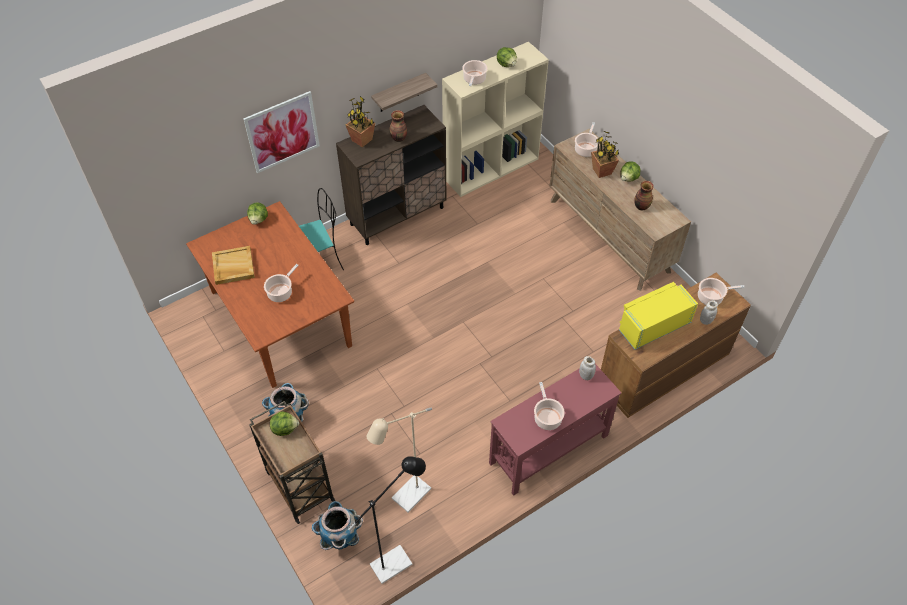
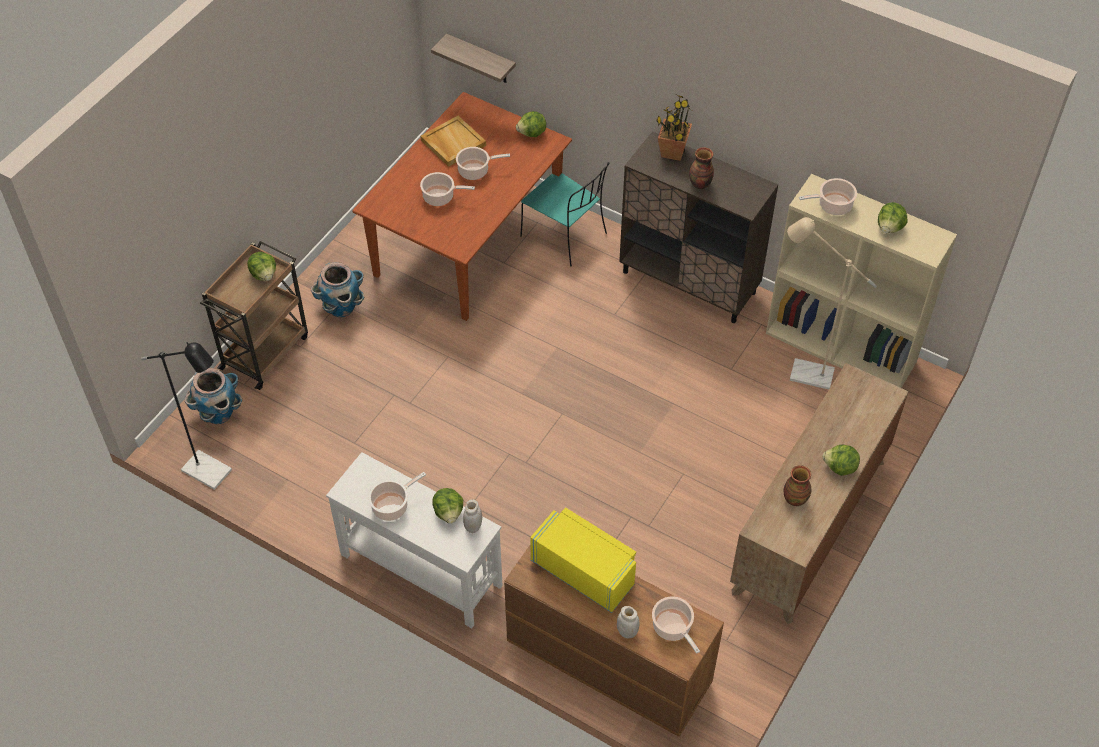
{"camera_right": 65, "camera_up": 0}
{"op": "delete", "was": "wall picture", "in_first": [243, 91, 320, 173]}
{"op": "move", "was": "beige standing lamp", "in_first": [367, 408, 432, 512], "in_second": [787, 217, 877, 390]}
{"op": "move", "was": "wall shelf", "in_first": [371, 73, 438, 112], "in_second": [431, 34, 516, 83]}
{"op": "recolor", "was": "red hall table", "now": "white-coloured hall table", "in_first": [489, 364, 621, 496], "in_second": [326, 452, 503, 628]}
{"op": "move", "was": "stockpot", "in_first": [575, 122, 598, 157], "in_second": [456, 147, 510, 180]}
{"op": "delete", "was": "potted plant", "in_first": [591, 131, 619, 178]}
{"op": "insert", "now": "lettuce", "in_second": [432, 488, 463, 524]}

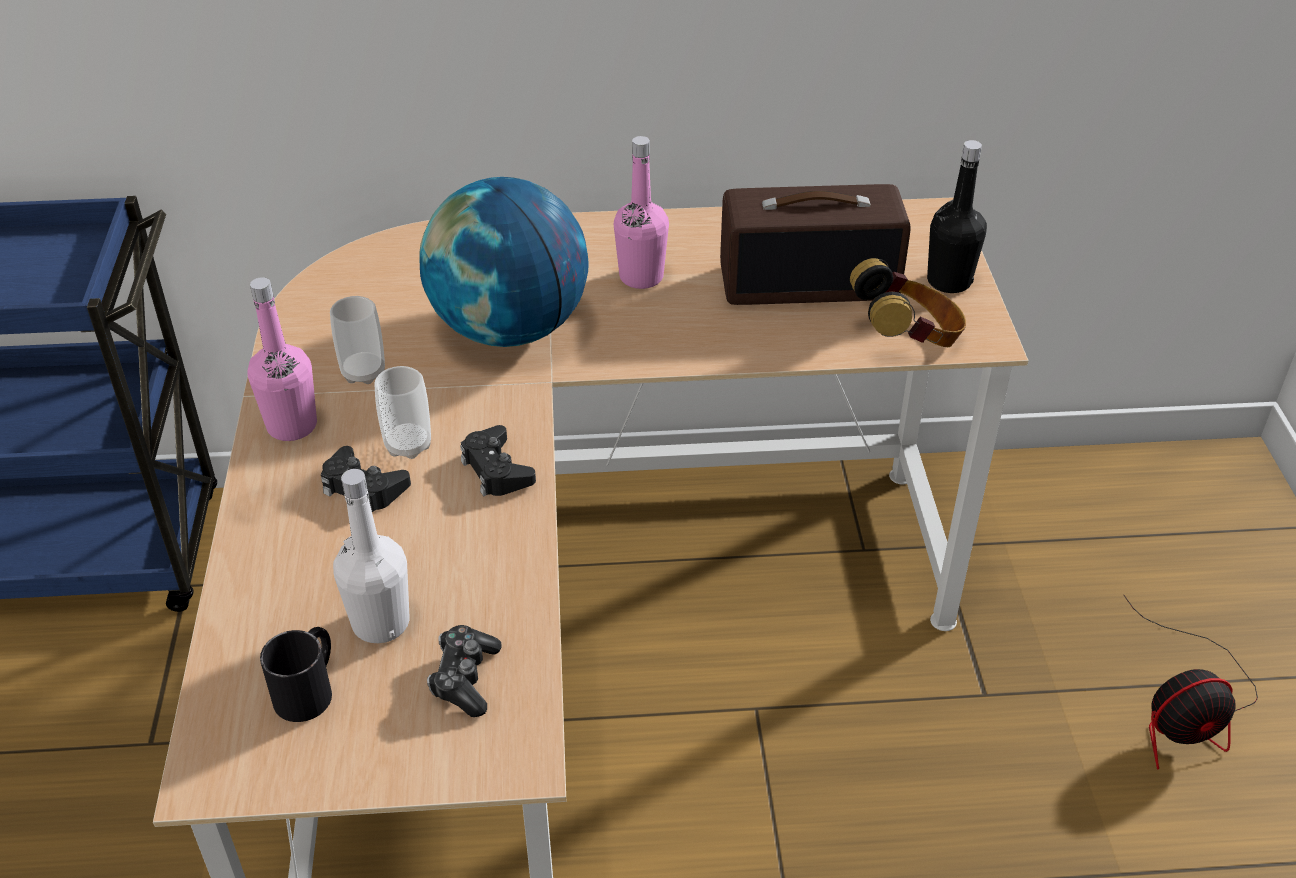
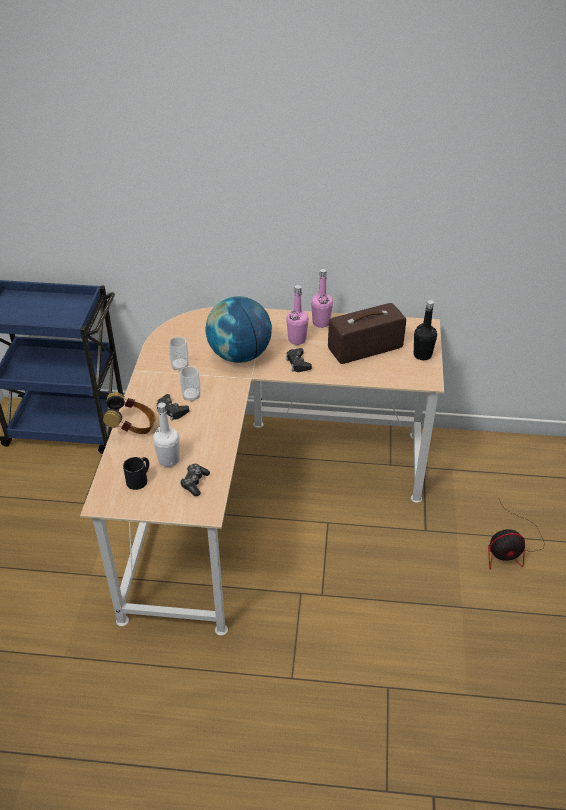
{"camera_right": 10, "camera_up": 0}
{"op": "move", "was": "pink beverage bottle", "in_first": [247, 277, 317, 441], "in_second": [311, 269, 333, 328]}
{"op": "move", "was": "blackish game controller", "in_first": [460, 425, 536, 496], "in_second": [286, 348, 312, 372]}
{"op": "rotate", "was": "radio receiver", "in_first": [720, 184, 911, 305], "in_second": [328, 303, 406, 364], "clockwise": 150}
{"op": "move", "was": "headphones", "in_first": [850, 258, 966, 347], "in_second": [103, 392, 155, 434]}

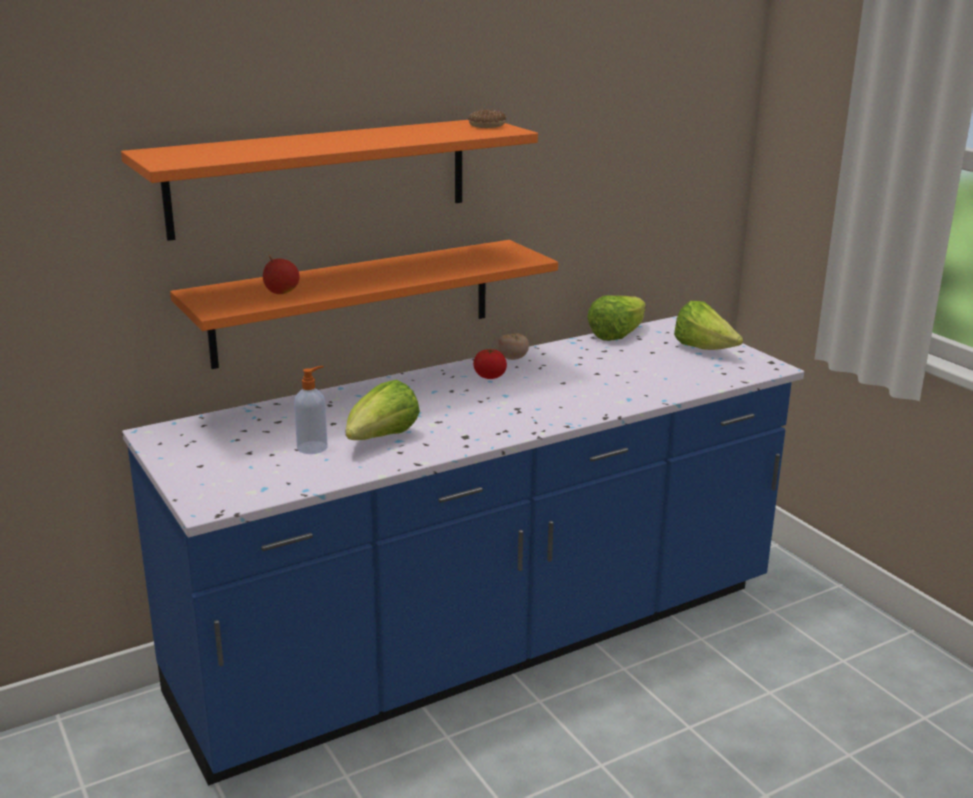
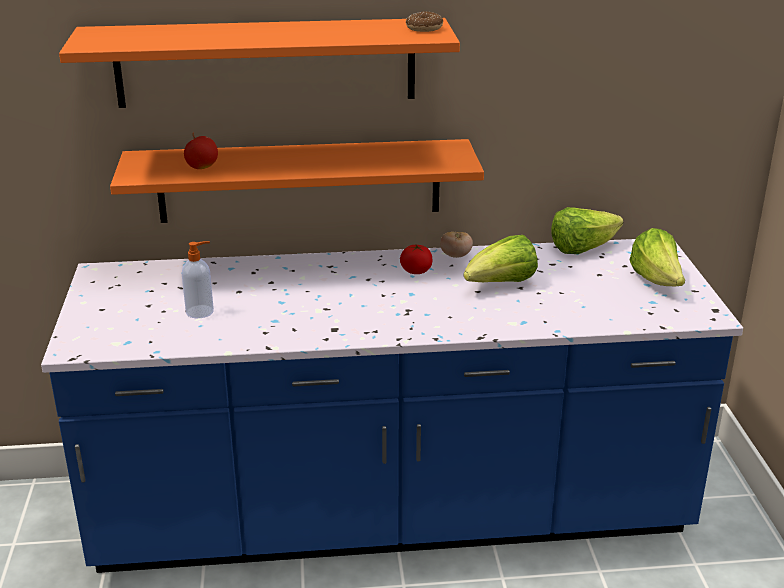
{"camera_right": 25, "camera_up": 5}
{"op": "move", "was": "lettuce", "in_first": [346, 379, 420, 440], "in_second": [464, 235, 538, 282]}

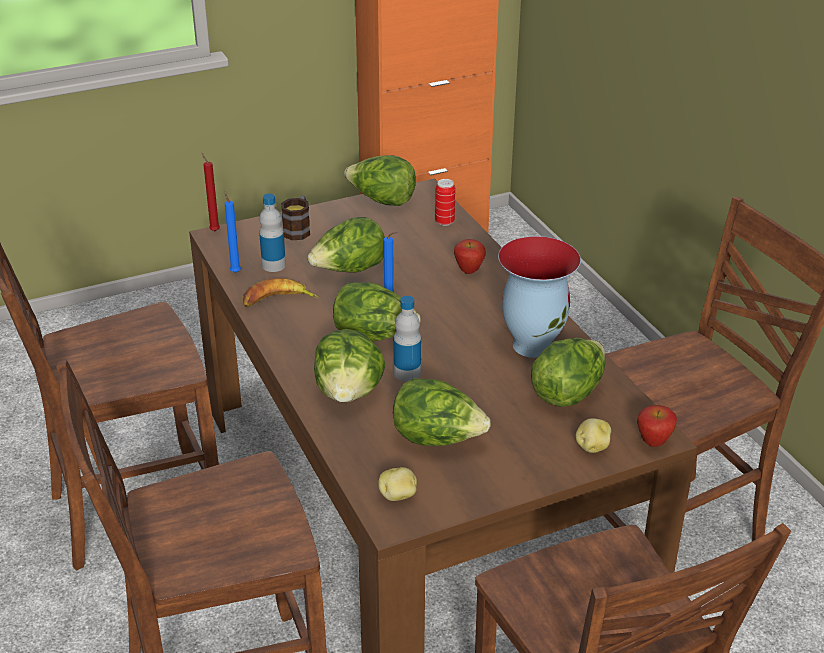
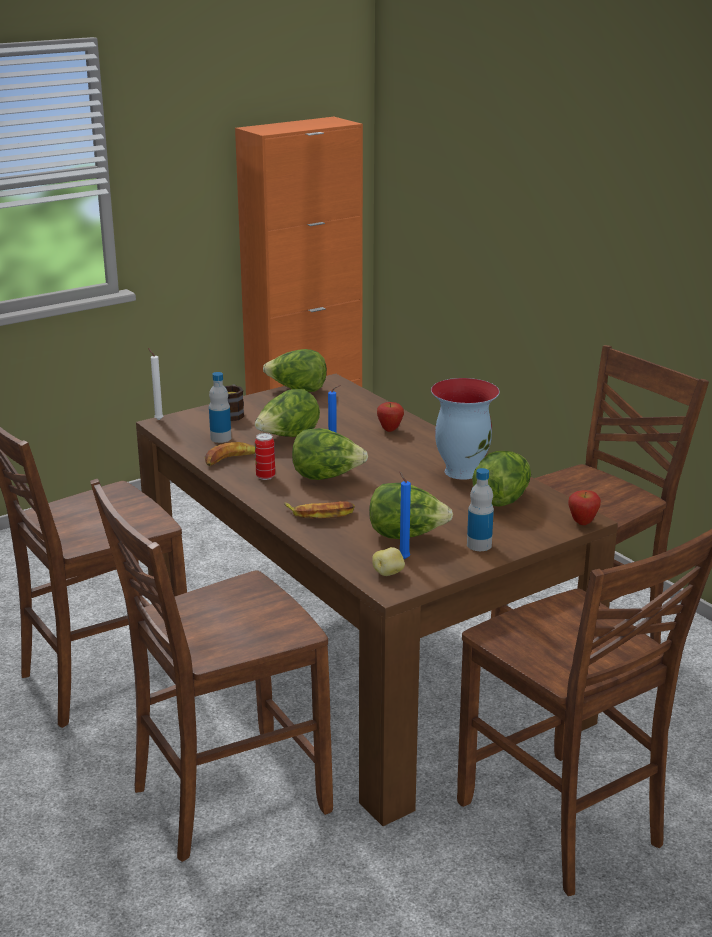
{"camera_right": -10, "camera_up": -10}
{"op": "recolor", "was": "red wax light", "now": "white-coloured wax light", "in_first": [202, 153, 220, 231], "in_second": [148, 348, 163, 420]}
{"op": "move", "was": "blue-coloured wax light", "in_first": [224, 191, 241, 273], "in_second": [399, 471, 411, 559]}
{"op": "replace", "was": "lettuce", "now": "banana", "in_first": [314, 329, 386, 403], "in_second": [284, 501, 355, 519]}
{"op": "move", "was": "beverage bottle", "in_first": [394, 296, 421, 382], "in_second": [467, 468, 494, 551]}
{"op": "move", "was": "can", "in_first": [435, 179, 455, 226], "in_second": [255, 433, 275, 480]}
{"op": "delete", "was": "whole potato", "in_first": [575, 418, 611, 453]}

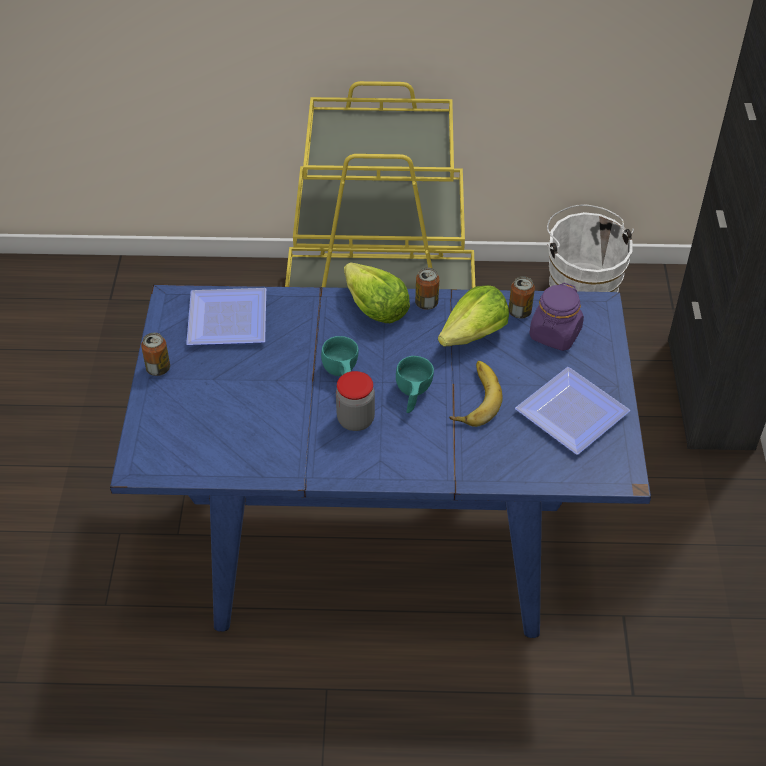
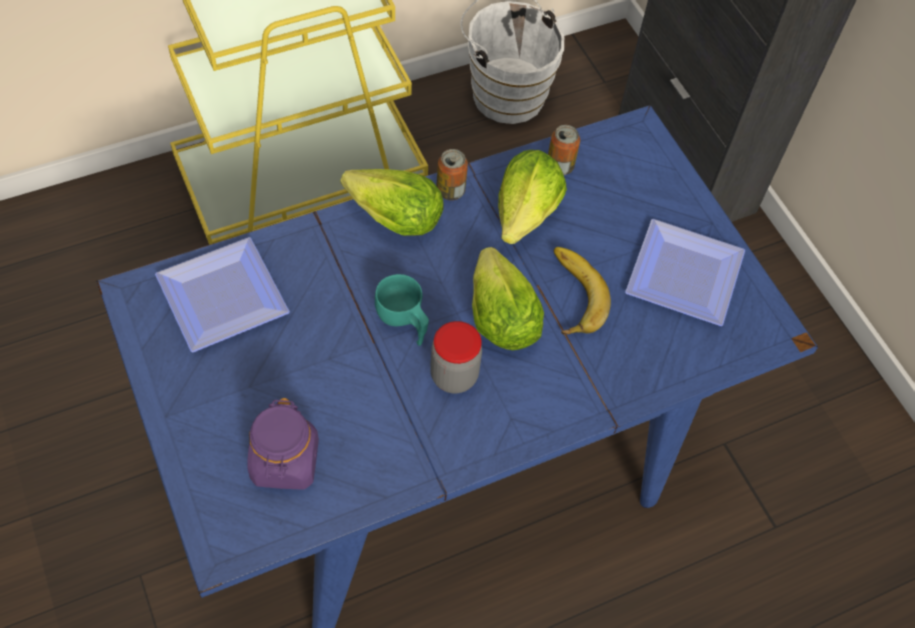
{"camera_right": -30, "camera_up": 10}
{"op": "delete", "was": "can", "in_first": [141, 333, 170, 376]}
{"op": "replace", "was": "turquoise-coloured cup", "now": "lettuce", "in_first": [396, 356, 434, 413], "in_second": [472, 247, 544, 350]}
{"op": "move", "was": "purple jar", "in_first": [529, 283, 584, 351], "in_second": [247, 398, 319, 490]}

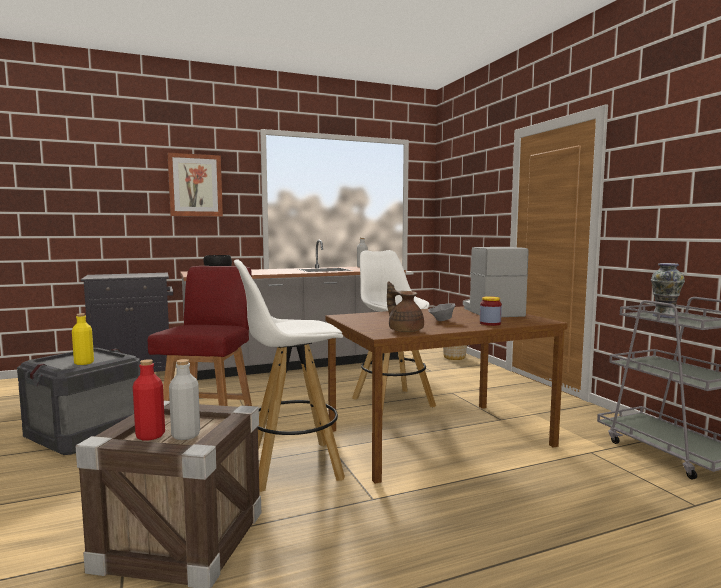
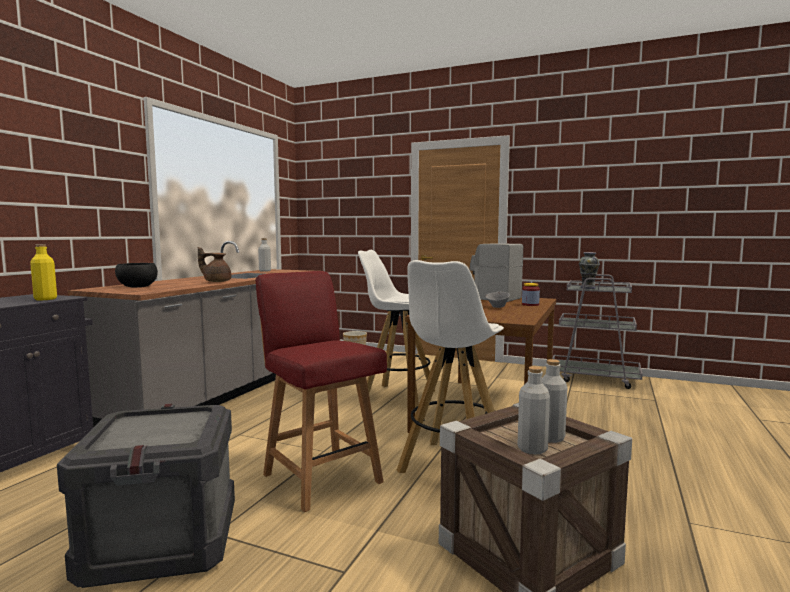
{"camera_right": -45, "camera_up": 0}
{"op": "move", "was": "yellowish beverage bottle", "in_first": [72, 313, 94, 365], "in_second": [30, 244, 57, 300]}
{"op": "recolor", "was": "red beverage bottle", "now": "grey beverage bottle", "in_first": [133, 359, 165, 441], "in_second": [518, 366, 550, 455]}
{"op": "delete", "was": "wall picture", "in_first": [168, 153, 223, 217]}
{"op": "move", "was": "brownish tea pot", "in_first": [387, 281, 424, 332], "in_second": [198, 247, 232, 282]}

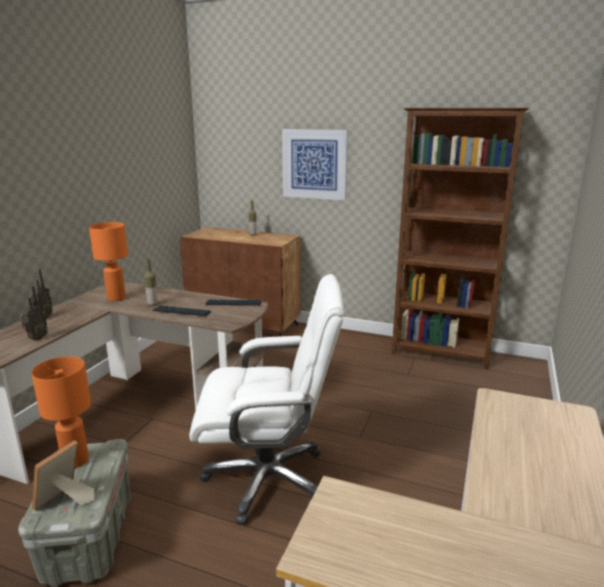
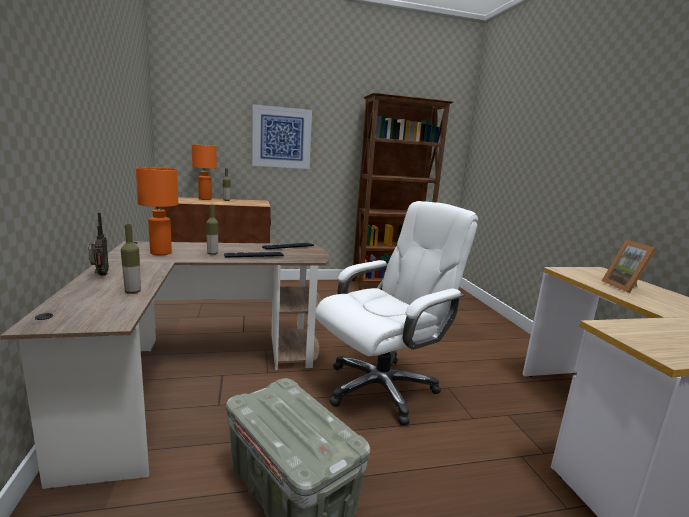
{"camera_right": -35, "camera_up": -5}
{"op": "replace", "was": "radio receiver", "now": "beverage bottle", "in_first": [20, 286, 48, 340], "in_second": [121, 224, 141, 294]}
{"op": "move", "was": "orange-coloured tabletop lamp", "in_first": [31, 356, 91, 468], "in_second": [192, 144, 217, 200]}
{"op": "move", "was": "picture frame", "in_first": [32, 440, 94, 511], "in_second": [602, 240, 657, 293]}

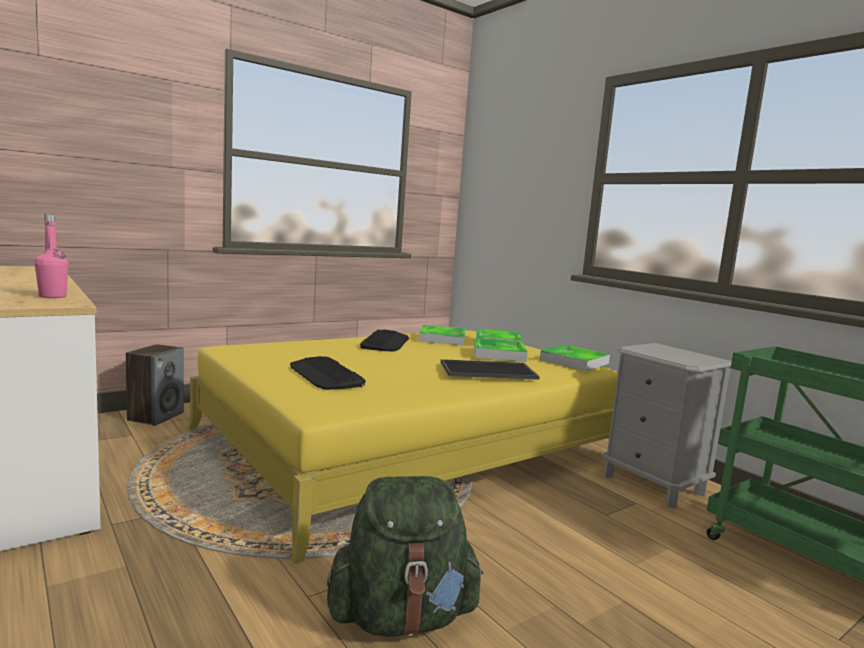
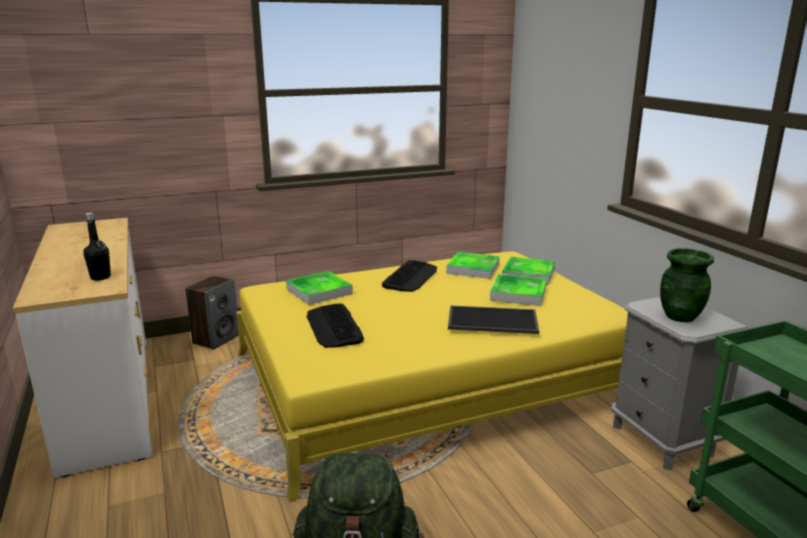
{"camera_right": 15, "camera_up": 10}
{"op": "recolor", "was": "pink beverage bottle", "now": "blackish beverage bottle", "in_first": [34, 214, 68, 298], "in_second": [83, 213, 111, 280]}
{"op": "move", "was": "tray", "in_first": [540, 345, 610, 371], "in_second": [286, 271, 353, 305]}
{"op": "insert", "now": "green flower vase", "in_second": [660, 248, 714, 322]}

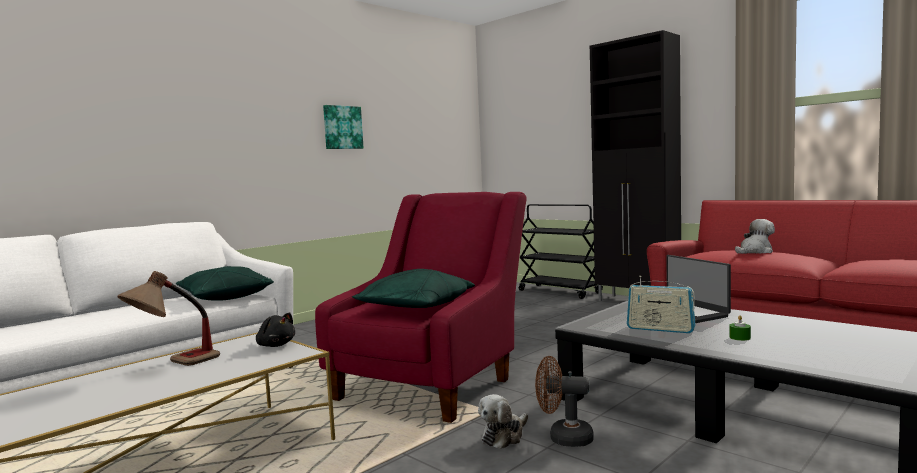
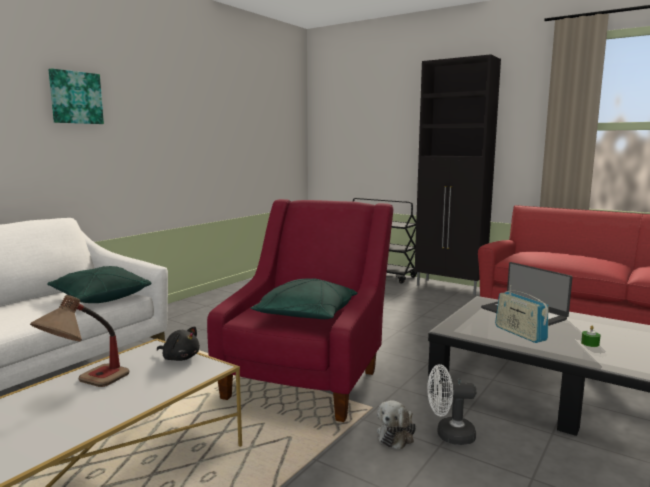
{"camera_right": -10, "camera_up": 5}
{"op": "move", "was": "wall picture", "in_first": [323, 105, 364, 149], "in_second": [48, 68, 104, 124]}
{"op": "recolor", "was": "brownish cooling fan", "now": "white-coloured cooling fan", "in_first": [535, 356, 594, 447], "in_second": [427, 364, 476, 445]}
{"op": "rotate", "was": "radio receiver", "in_first": [627, 276, 696, 333], "in_second": [495, 285, 548, 343], "clockwise": 45}
{"op": "delete", "was": "soft toy", "in_first": [735, 219, 775, 254]}

